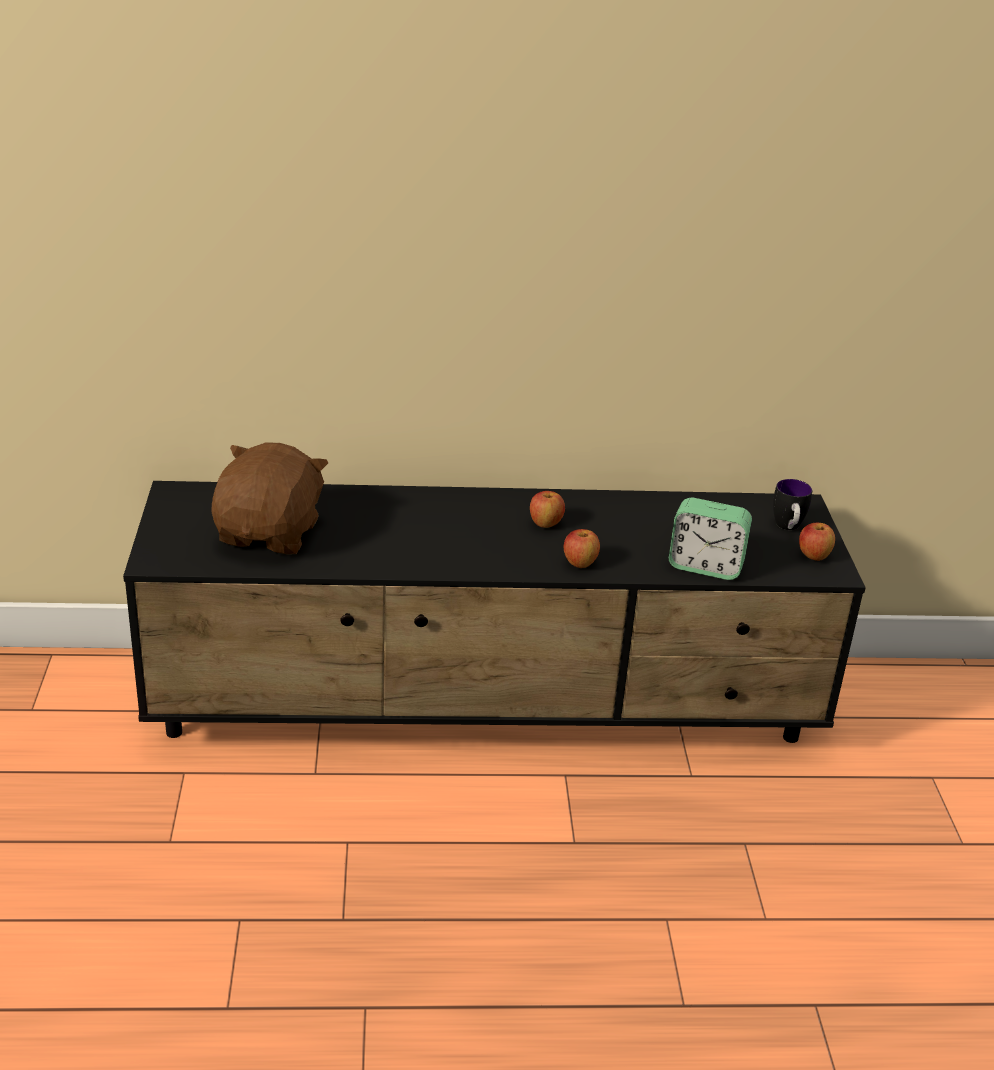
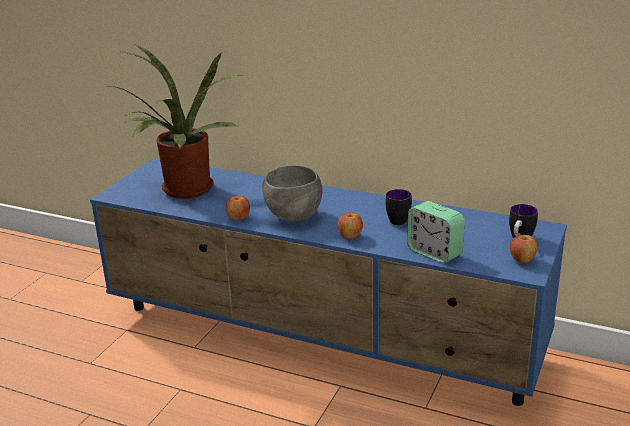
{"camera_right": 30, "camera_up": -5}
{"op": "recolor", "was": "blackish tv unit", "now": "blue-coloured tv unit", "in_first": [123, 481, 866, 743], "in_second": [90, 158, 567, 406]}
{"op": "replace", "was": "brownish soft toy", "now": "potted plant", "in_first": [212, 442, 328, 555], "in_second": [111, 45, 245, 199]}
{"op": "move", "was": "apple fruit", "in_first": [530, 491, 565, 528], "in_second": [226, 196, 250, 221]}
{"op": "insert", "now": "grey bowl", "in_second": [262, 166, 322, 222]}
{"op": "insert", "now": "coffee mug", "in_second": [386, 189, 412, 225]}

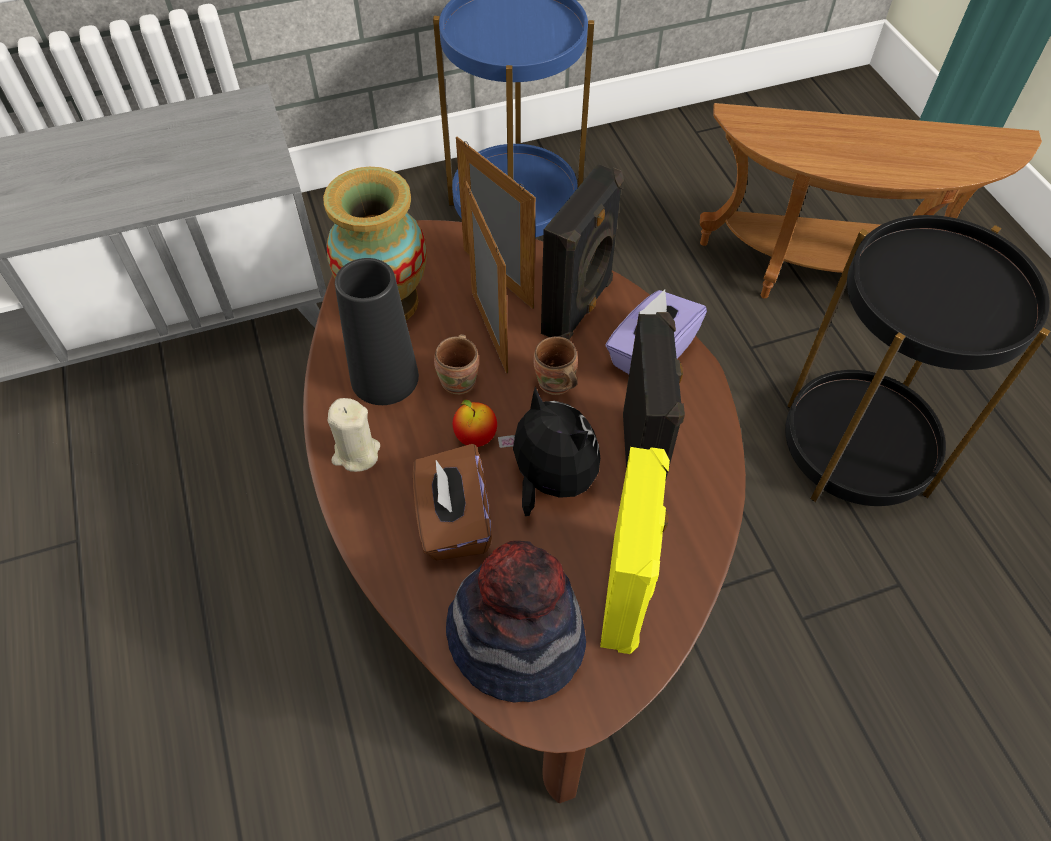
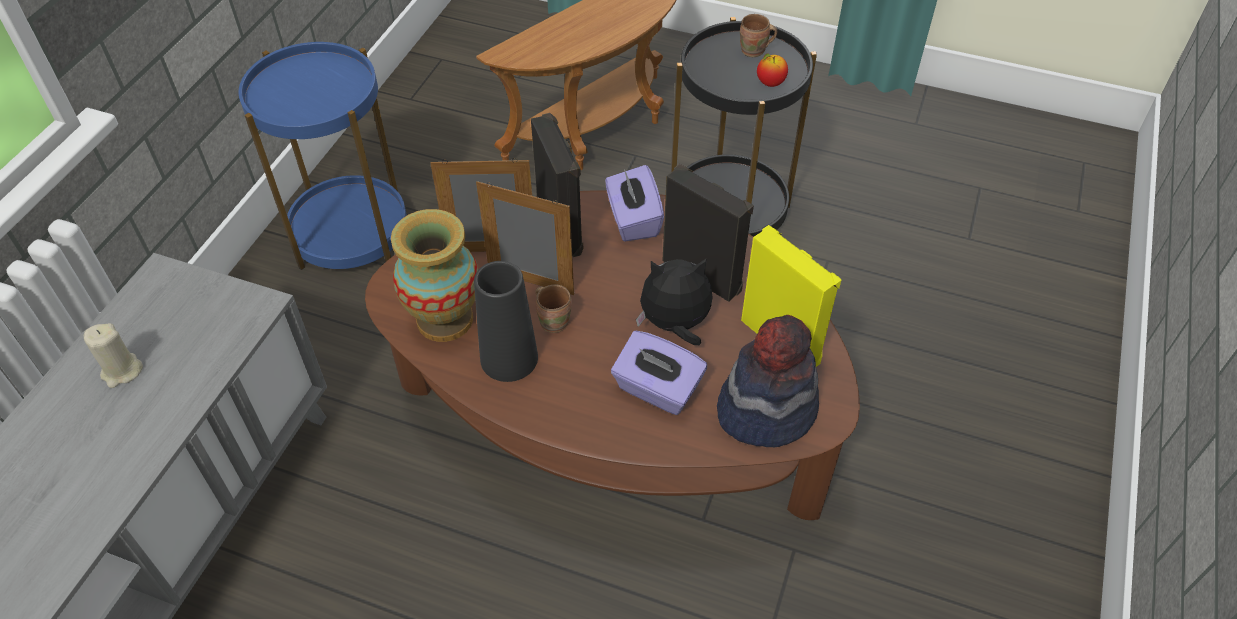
{"camera_right": -50, "camera_up": -5}
{"op": "move", "was": "beige wax light", "in_first": [328, 398, 380, 472], "in_second": [84, 323, 143, 388]}
{"op": "recolor", "was": "brownish tissue box", "now": "purple tissue box", "in_first": [413, 444, 492, 561], "in_second": [611, 331, 707, 415]}
{"op": "move", "was": "apple fruit", "in_first": [453, 400, 497, 447], "in_second": [757, 53, 788, 87]}
{"op": "move", "was": "brownish coffee mug", "in_first": [534, 336, 578, 395], "in_second": [740, 14, 777, 57]}

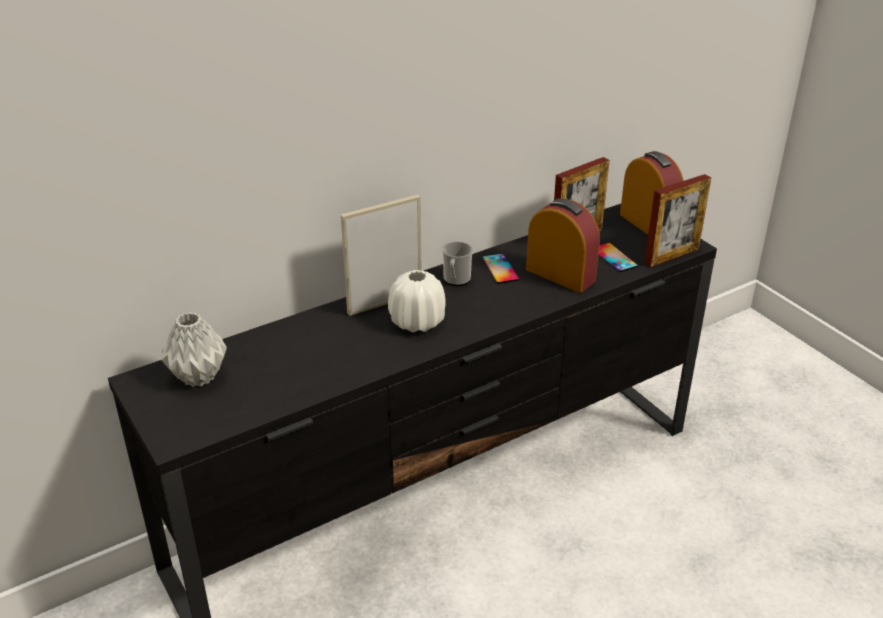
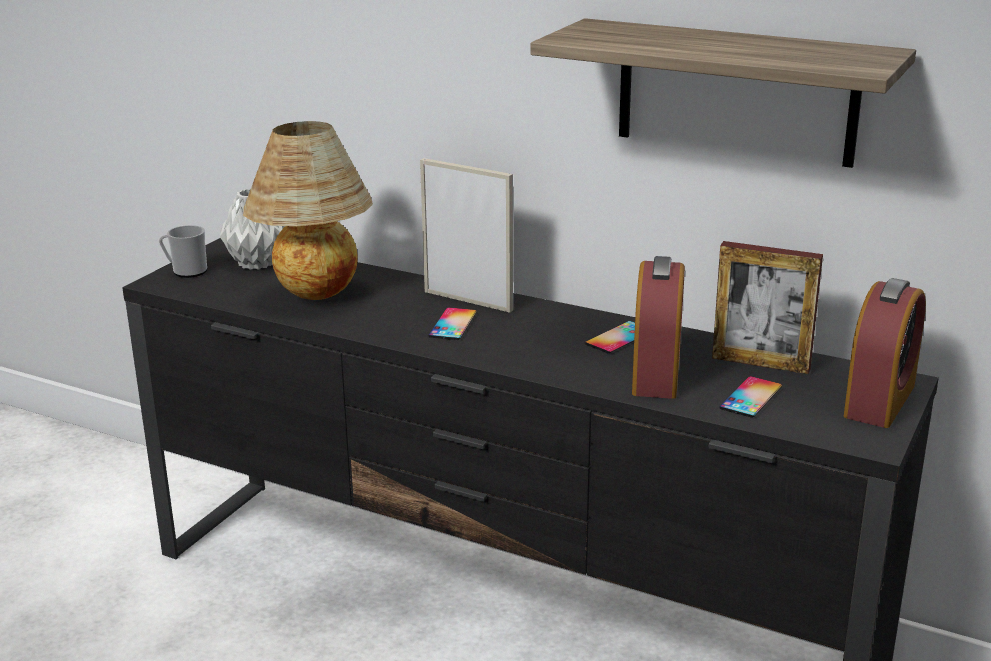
{"camera_right": 60, "camera_up": -10}
{"op": "replace", "was": "white-coloured flower vase", "now": "telephone", "in_first": [388, 270, 446, 332], "in_second": [428, 307, 477, 340]}
{"op": "move", "was": "coffee mug", "in_first": [442, 241, 473, 286], "in_second": [159, 225, 207, 278]}
{"op": "delete", "was": "picture frame", "in_first": [645, 174, 711, 267]}
{"op": "insert", "now": "tabletop lamp", "in_second": [243, 121, 373, 300]}
{"op": "insert", "now": "wall shelf", "in_second": [531, 18, 916, 168]}

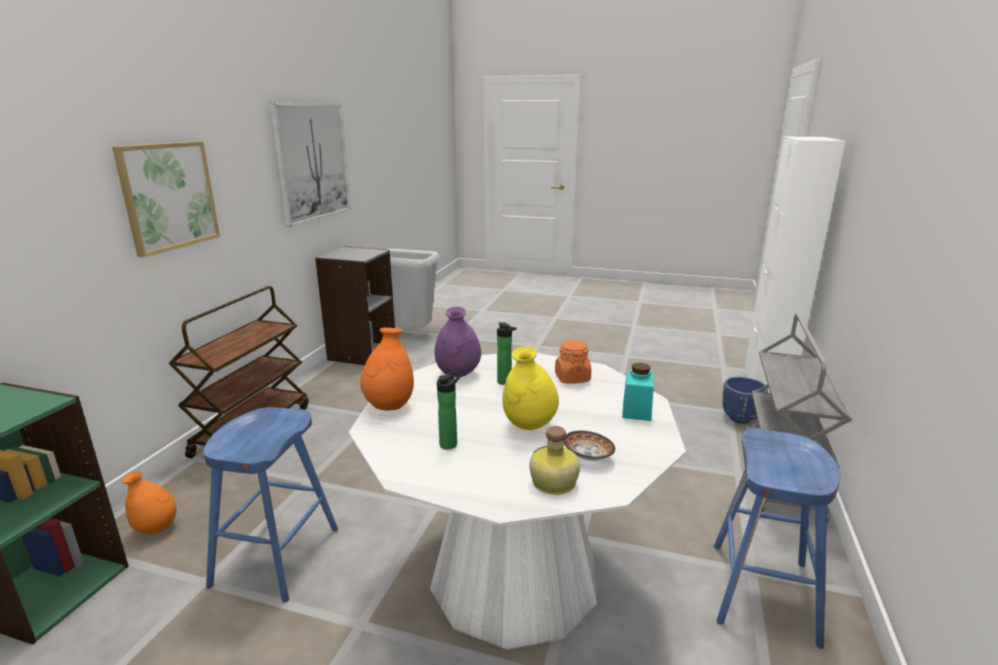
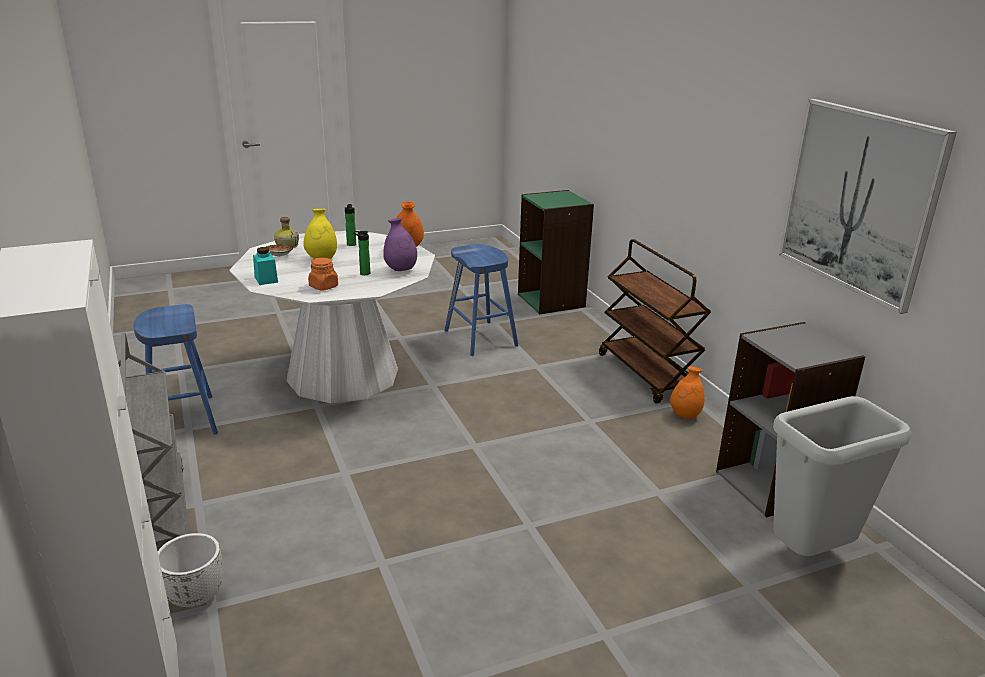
{"camera_right": 140, "camera_up": 5}
{"op": "delete", "was": "wall picture", "in_first": [112, 141, 220, 257]}
{"op": "move", "was": "orange-coloured flower vase", "in_first": [122, 471, 177, 534], "in_second": [670, 366, 705, 419]}
{"op": "recolor", "was": "blue-coloured flower pot", "now": "white-coloured flower pot", "in_first": [723, 377, 768, 424], "in_second": [158, 533, 222, 608]}

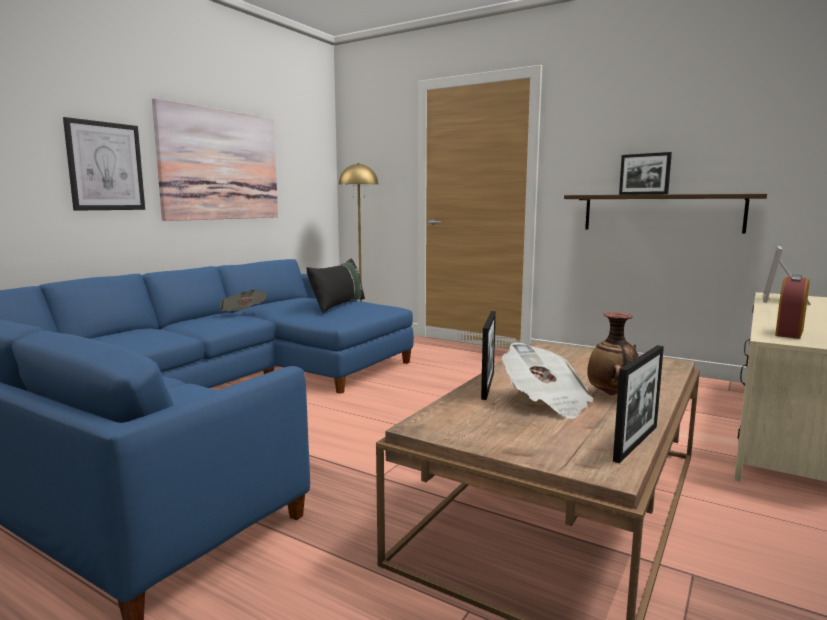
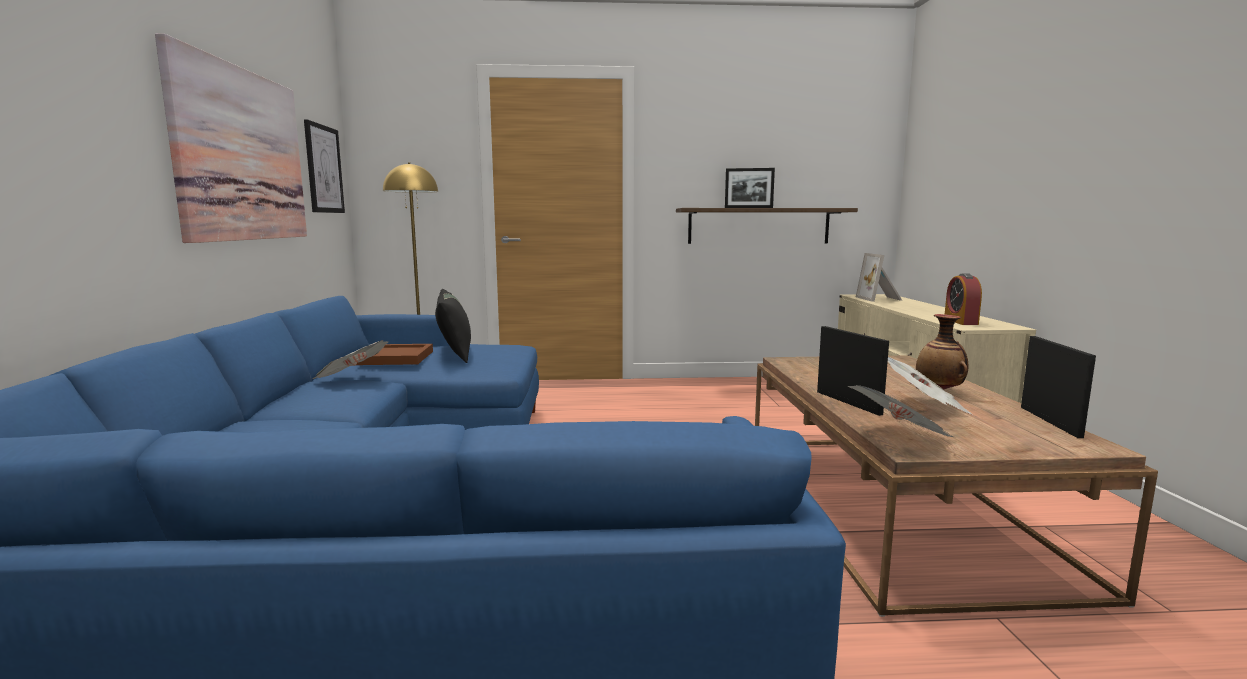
{"camera_right": -35, "camera_up": 0}
{"op": "move", "was": "wall picture", "in_first": [63, 117, 145, 211], "in_second": [304, 119, 345, 213]}
{"op": "insert", "now": "brownish tray", "in_second": [356, 344, 433, 365]}
{"op": "insert", "now": "printed paper", "in_second": [848, 385, 954, 437]}

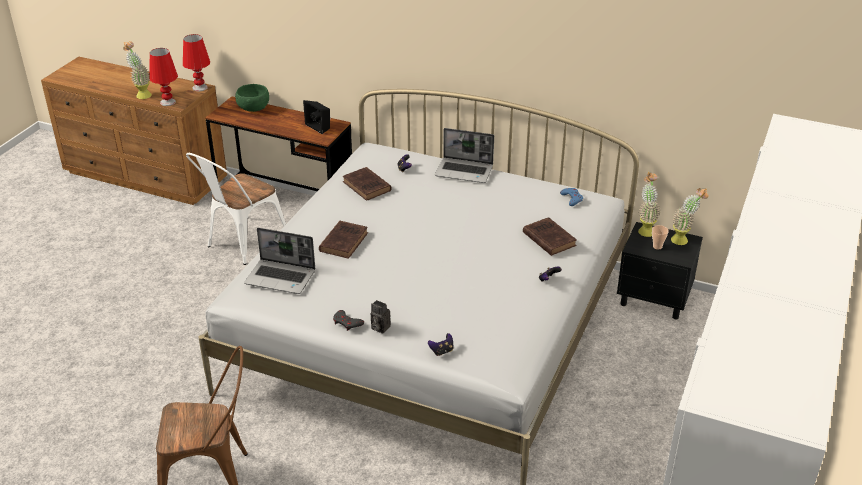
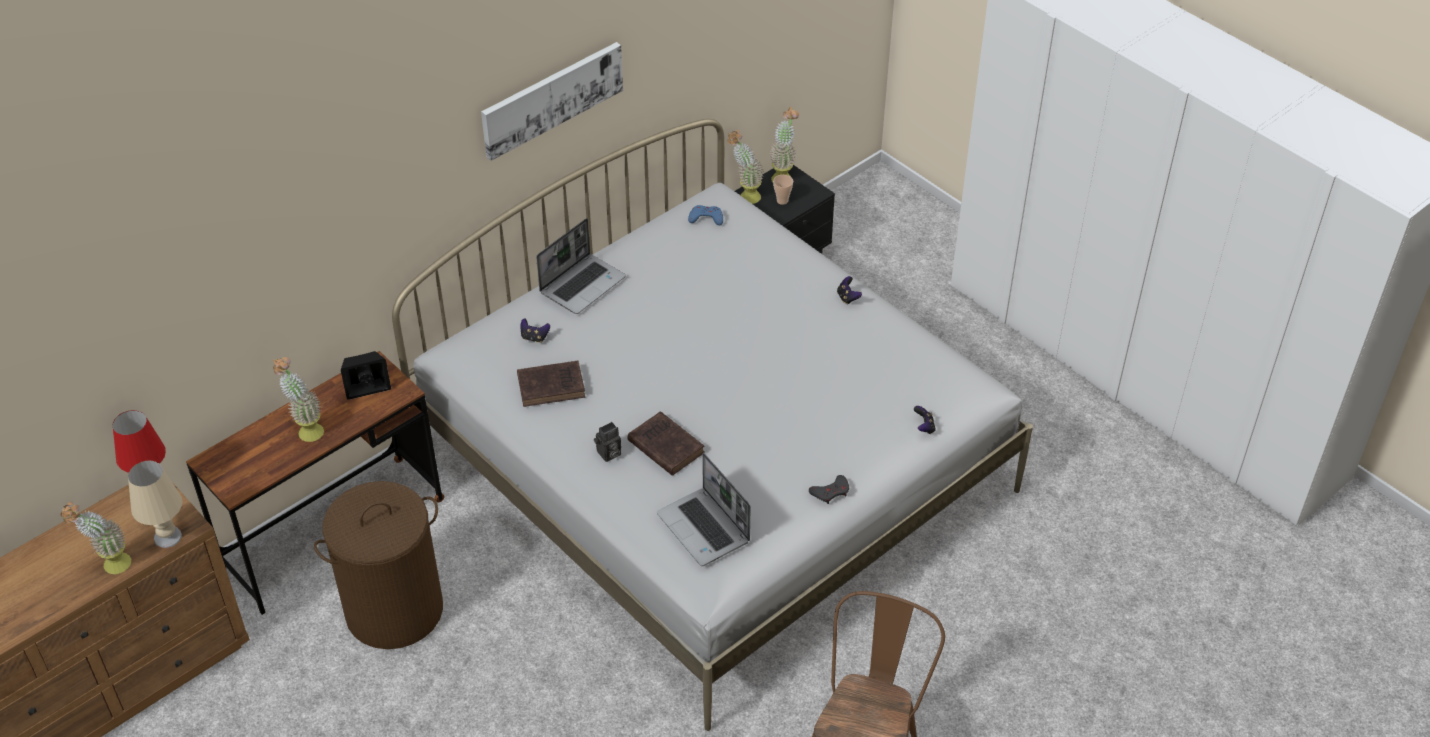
{"camera_right": -65, "camera_up": 10}
{"op": "recolor", "was": "red tabletop lamp", "now": "beige tabletop lamp", "in_first": [149, 48, 178, 106], "in_second": [128, 461, 182, 548]}
{"op": "replace", "was": "white-coloured plain chair", "now": "brownish washing basket", "in_first": [186, 153, 286, 265], "in_second": [314, 481, 443, 649]}
{"op": "delete", "was": "green bowl", "in_first": [235, 84, 269, 112]}
{"op": "rotate", "was": "laptop", "in_first": [244, 228, 315, 294], "in_second": [657, 453, 751, 566], "clockwise": 105}
{"op": "move", "was": "photo camera", "in_first": [370, 300, 391, 334], "in_second": [594, 422, 621, 462]}
{"op": "delete", "was": "brownish book", "in_first": [523, 217, 577, 256]}
{"op": "insert", "now": "potted plant", "in_second": [273, 357, 324, 442]}
{"op": "insert", "now": "wall picture", "in_second": [481, 42, 623, 161]}

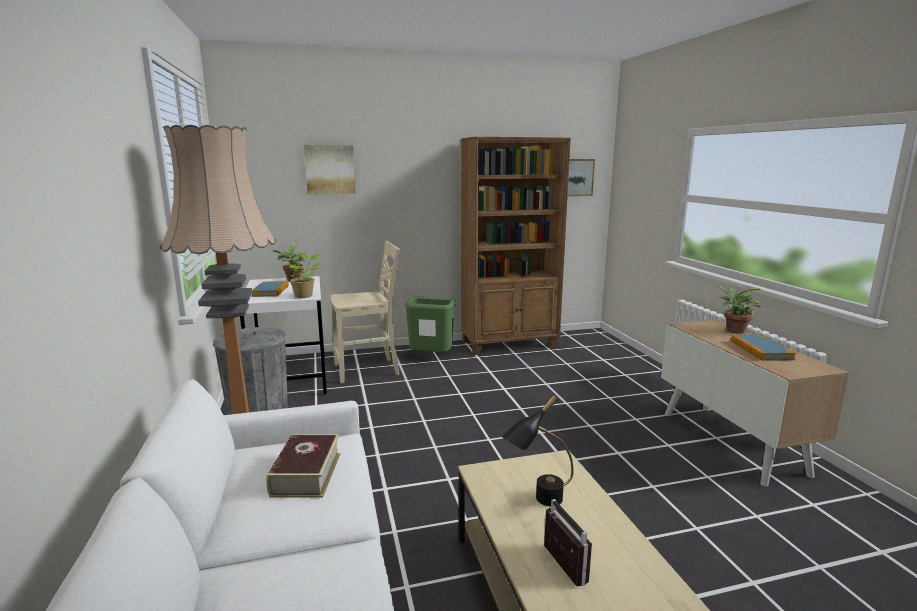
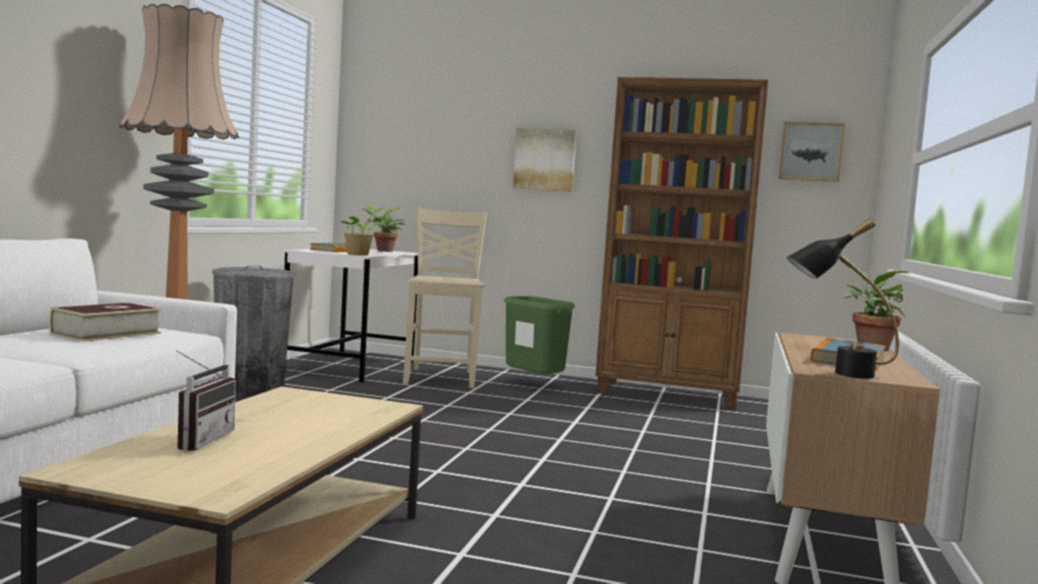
{"camera_right": 30, "camera_up": -10}
{"op": "move", "was": "wall picture", "in_first": [304, 145, 355, 194], "in_second": [513, 128, 577, 192]}
{"op": "rotate", "was": "beige plain chair", "in_first": [331, 241, 400, 383], "in_second": [403, 207, 487, 388], "clockwise": -105}
{"op": "move", "was": "blackish tabletop lamp", "in_first": [502, 395, 574, 506], "in_second": [786, 219, 899, 378]}

